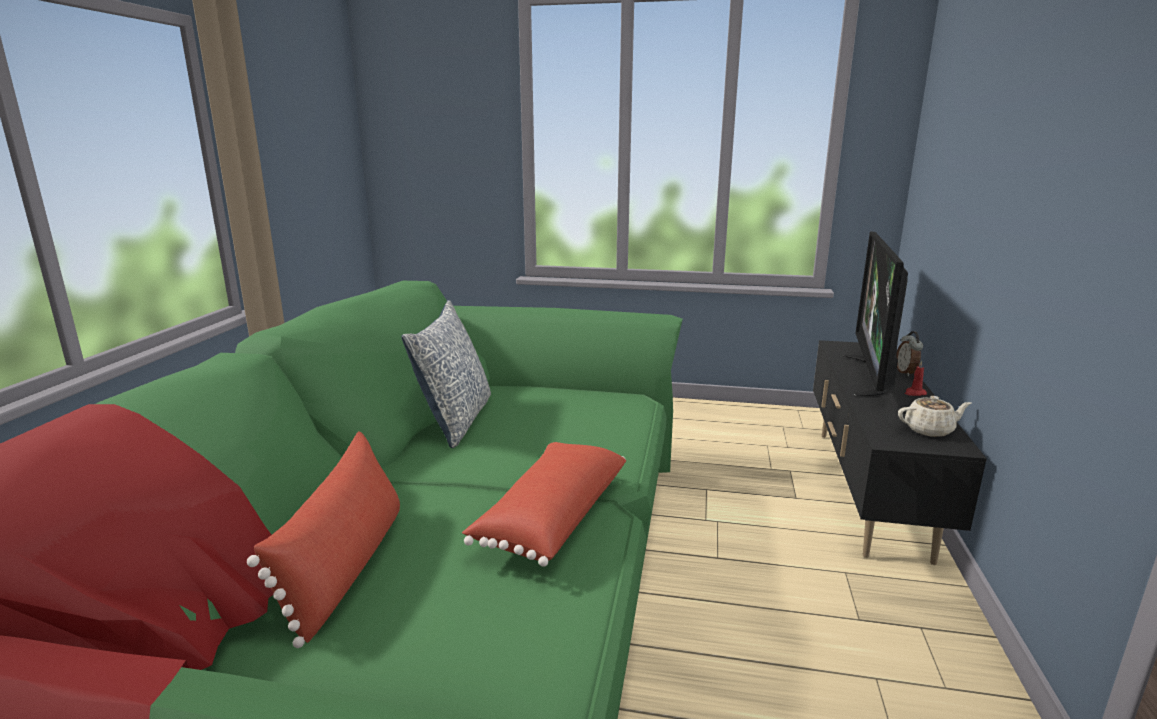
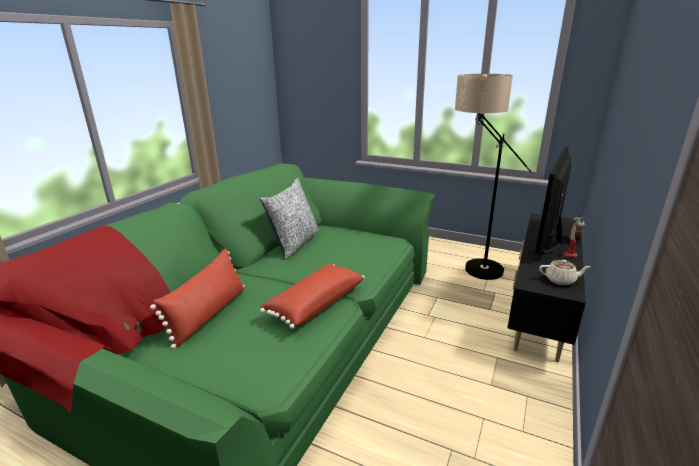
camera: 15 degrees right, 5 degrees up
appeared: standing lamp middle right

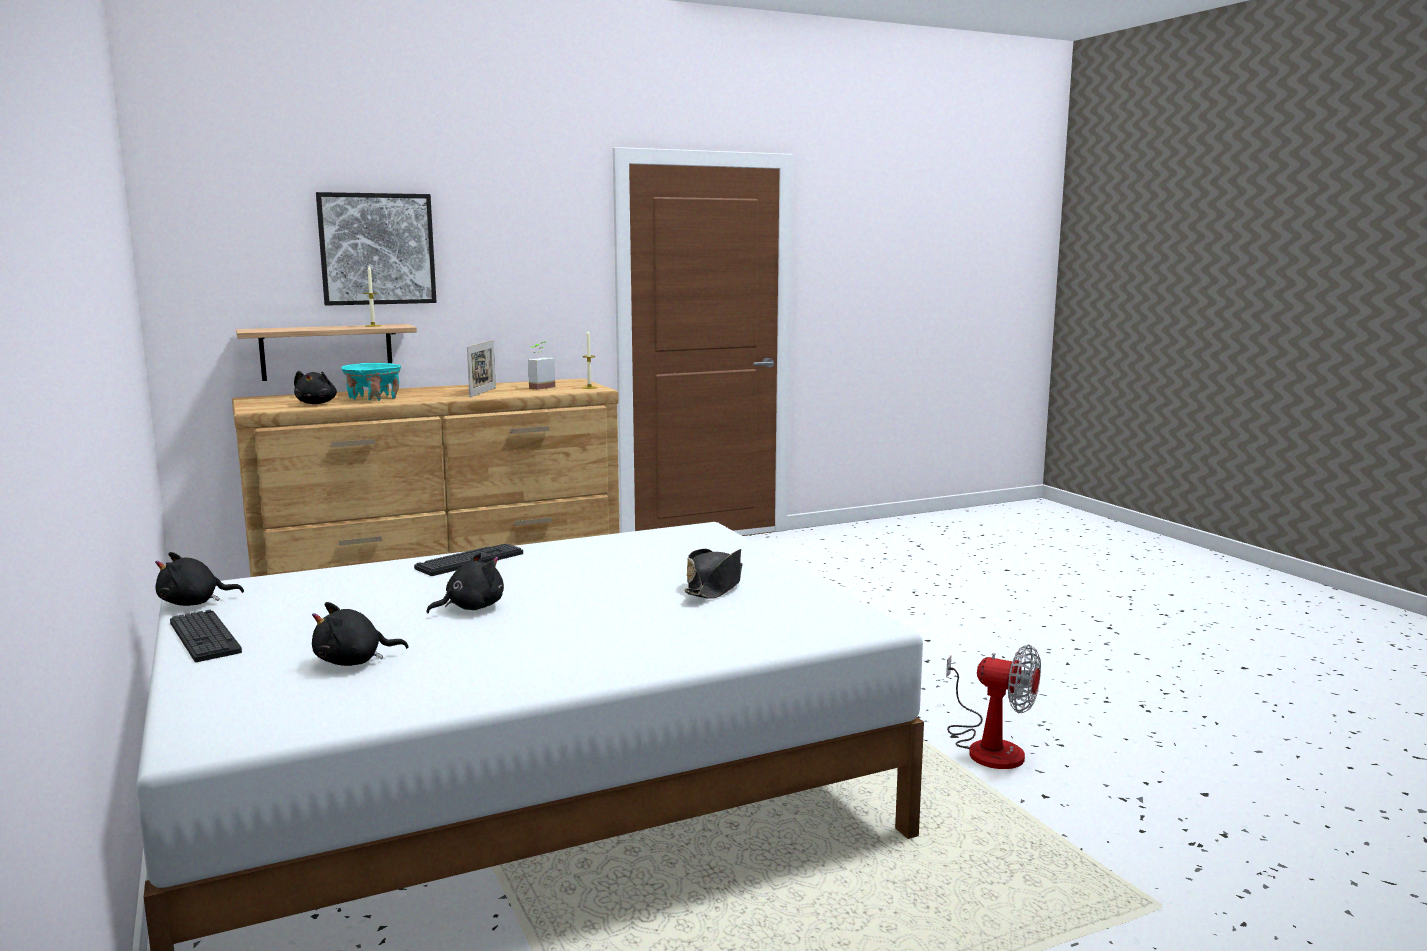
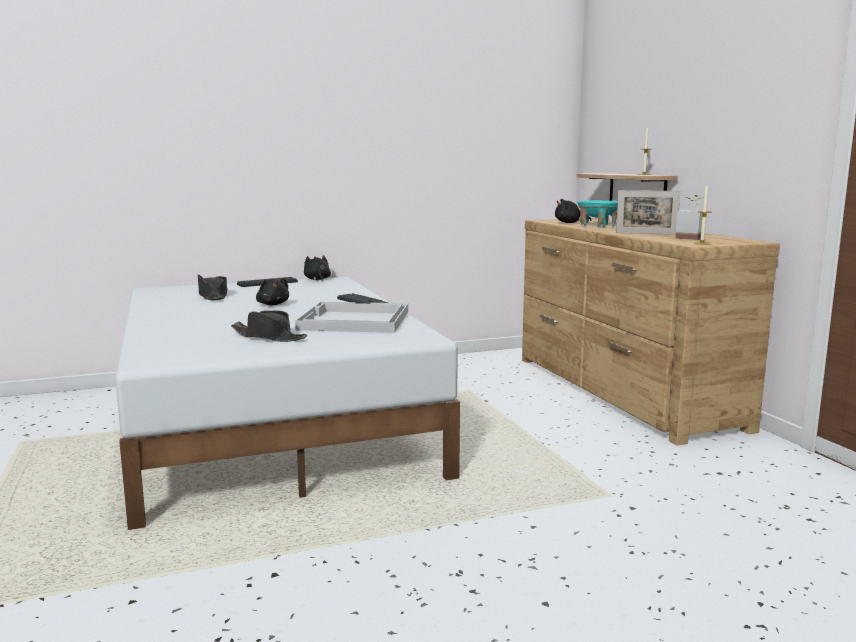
camera: 95 degrees right, 0 degrees up
missing: wall art top left; cooling fan bottom right
appeared: whitish serving tray centre
exchanged: black cuddly toy (no. 3 from left) bottom left to black wearable hat (no. 1 from left) middle left

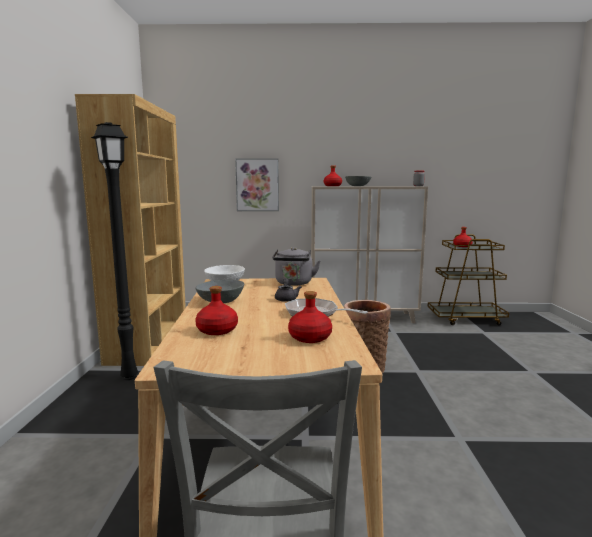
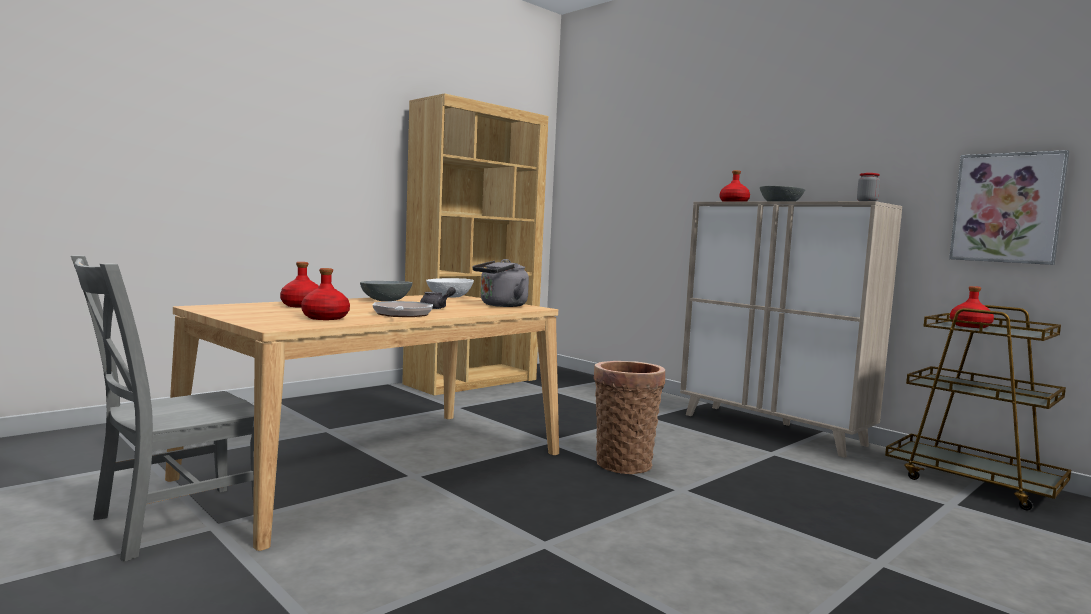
camera: 45 degrees right, 5 degrees down
missing: black standing lamp middle left
relocated: wall art centre to middle right

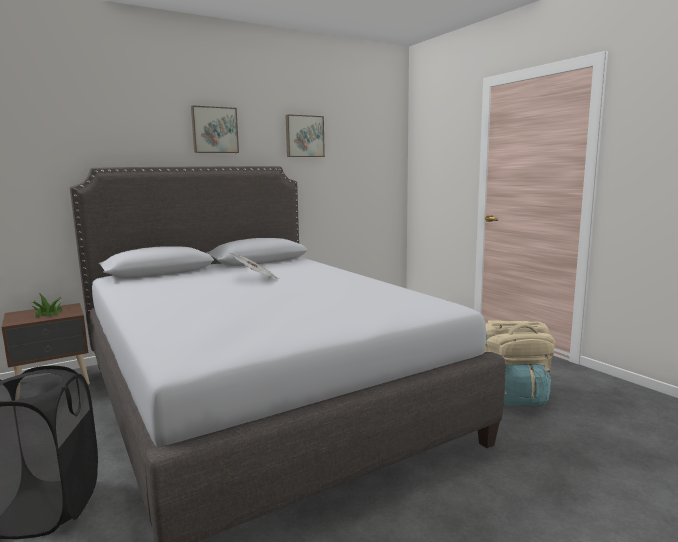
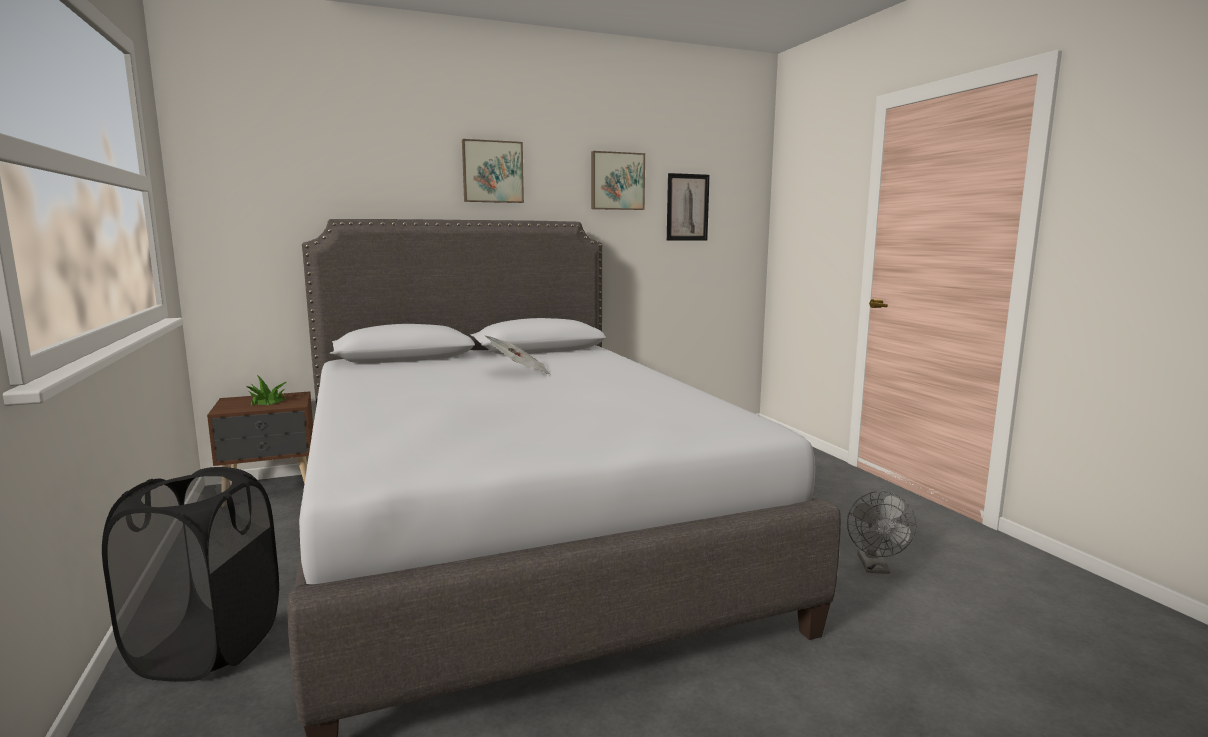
camera: 10 degrees right, 0 degrees up
appeared: wall art (no. 3 from left) top centre
exchanged: beige rucksack bottom right to greyish cooling fan bottom right

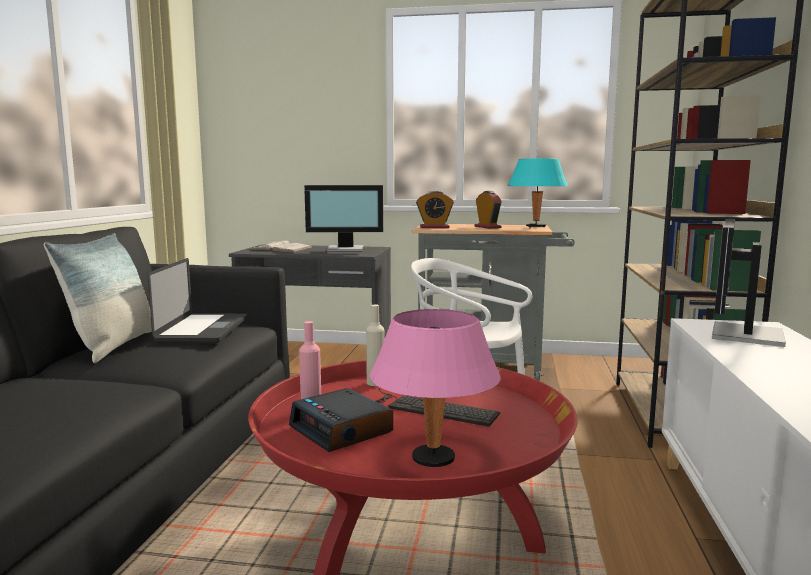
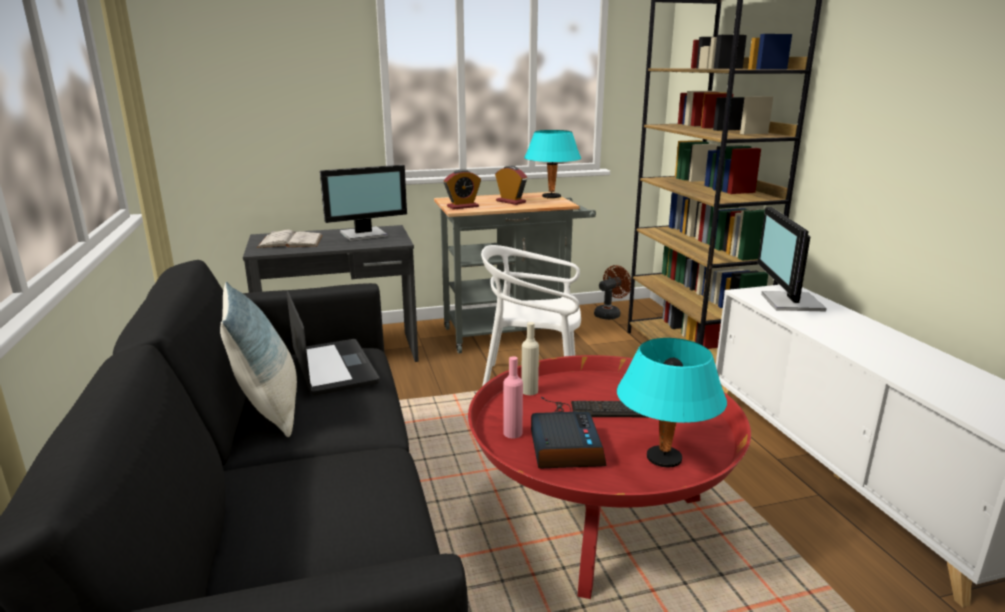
camera: 25 degrees left, 10 degrees up
appeared: brown-coloured cooling fan centre
colour: pink tabletop lamp bottom centre to turquoise tabletop lamp (no. 2 from left) middle right
spun: alarm clock (no. 1 from left in the first image) bottom centre = bottom centre 120 degrees counterclockwise

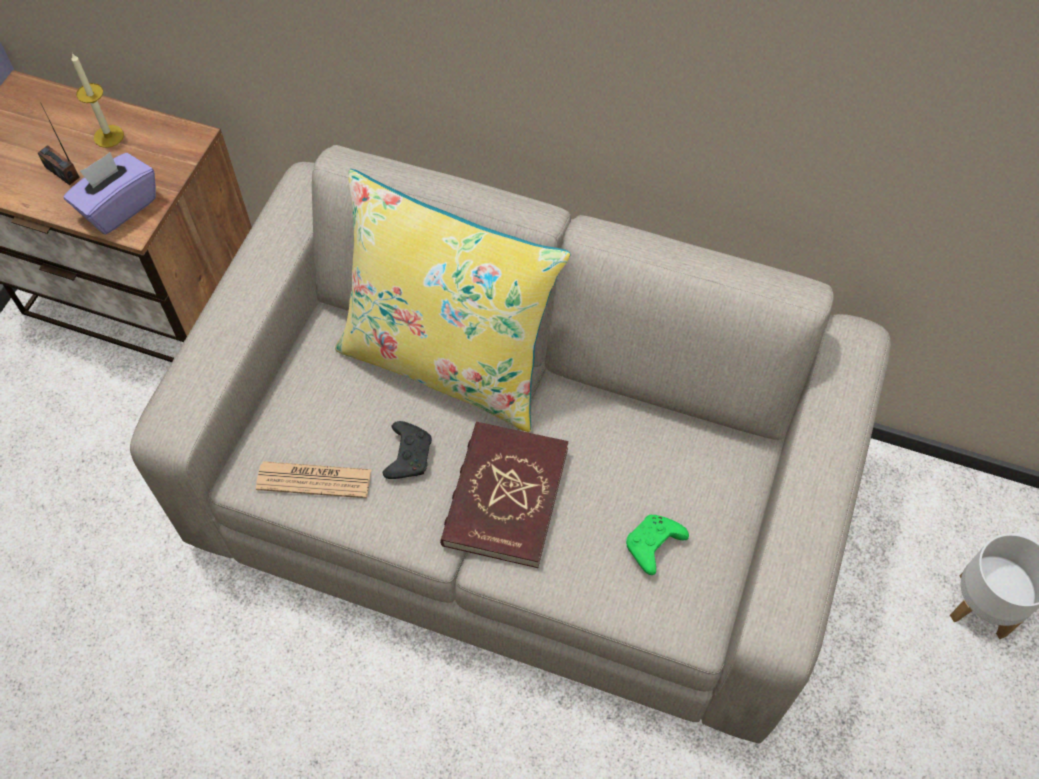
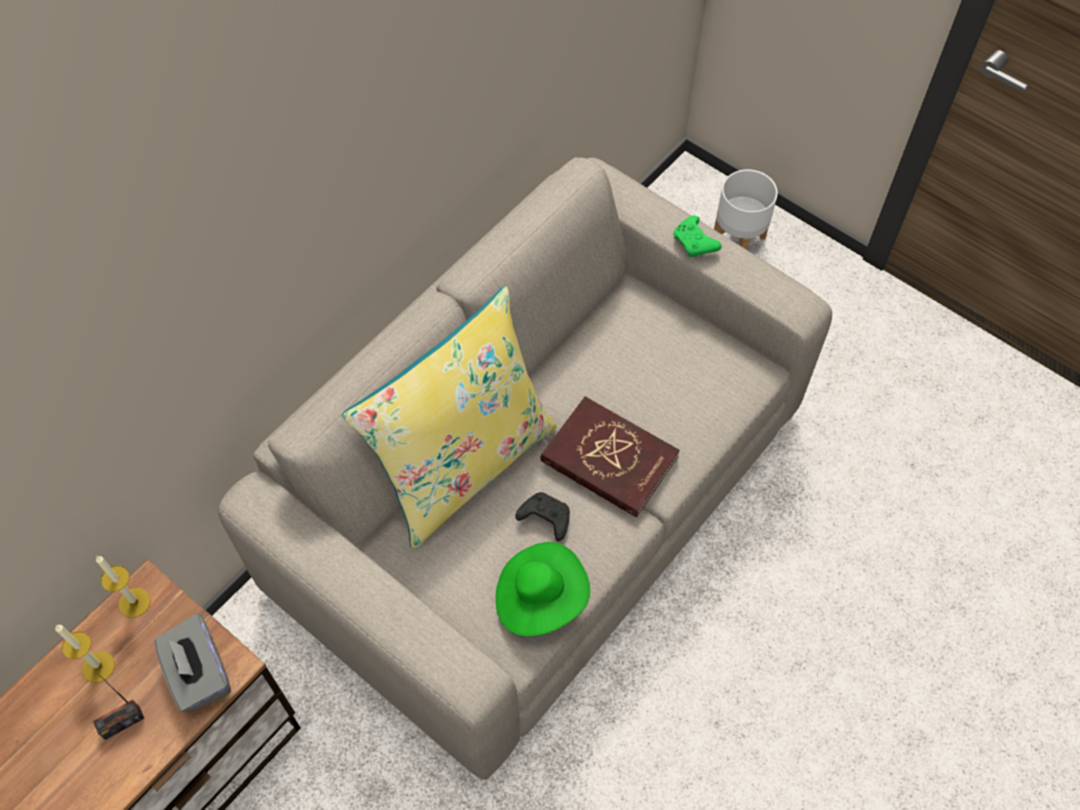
camera: 70 degrees left, 0 degrees up
appeared: candle (no. 2 from left) bottom left
relocated: greenish game controller bottom centre to top centre
exchanged: daily paper middle left to greenish wearable hat bottom centre
colour: purple-coloured tissue holder top left to greyish tissue holder bottom left

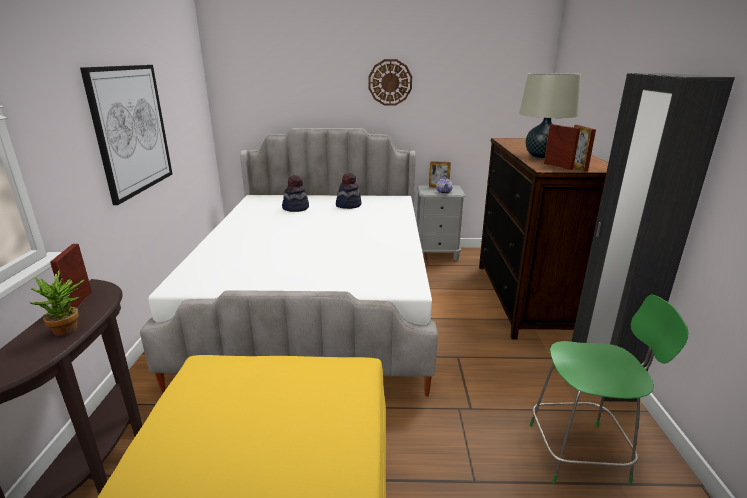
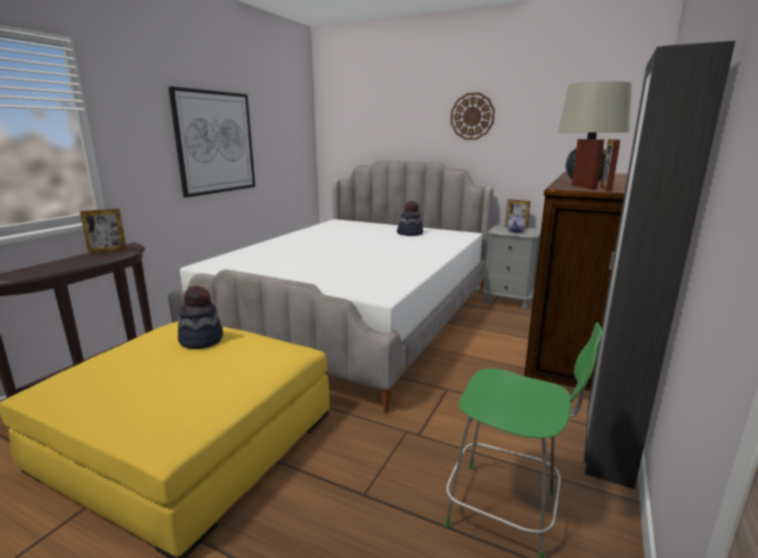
camera: 25 degrees right, 5 degrees down
missing: potted plant middle left
relocated: wearable hat (no. 1 from left) centre to middle left
spun: picture frame (no. 1 from left) middle left = middle left 135 degrees counterclockwise

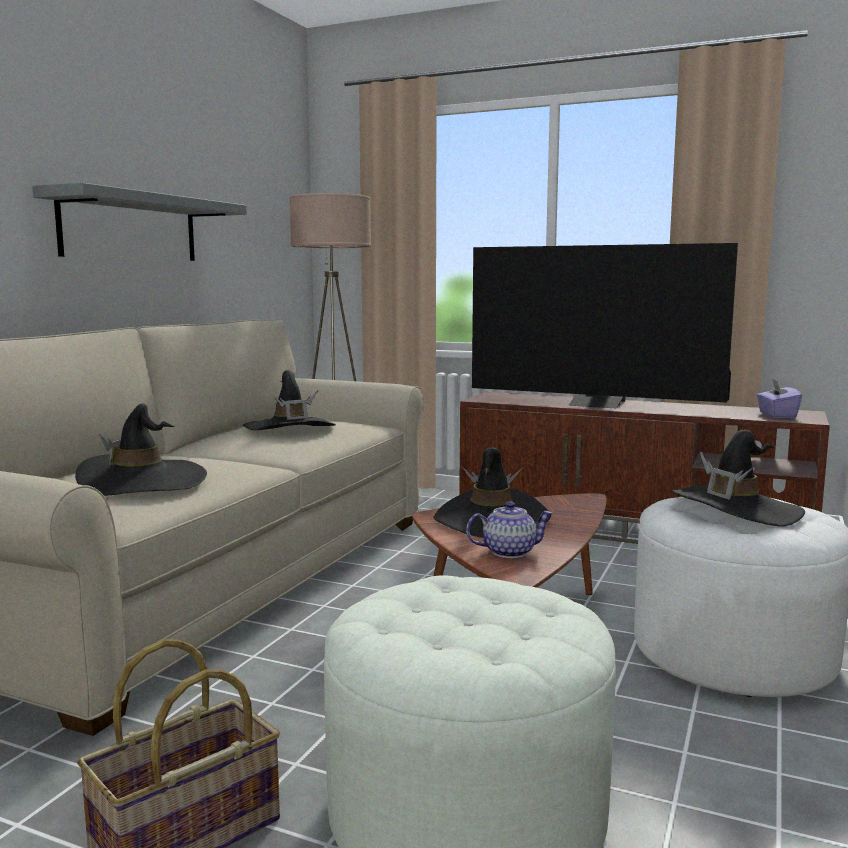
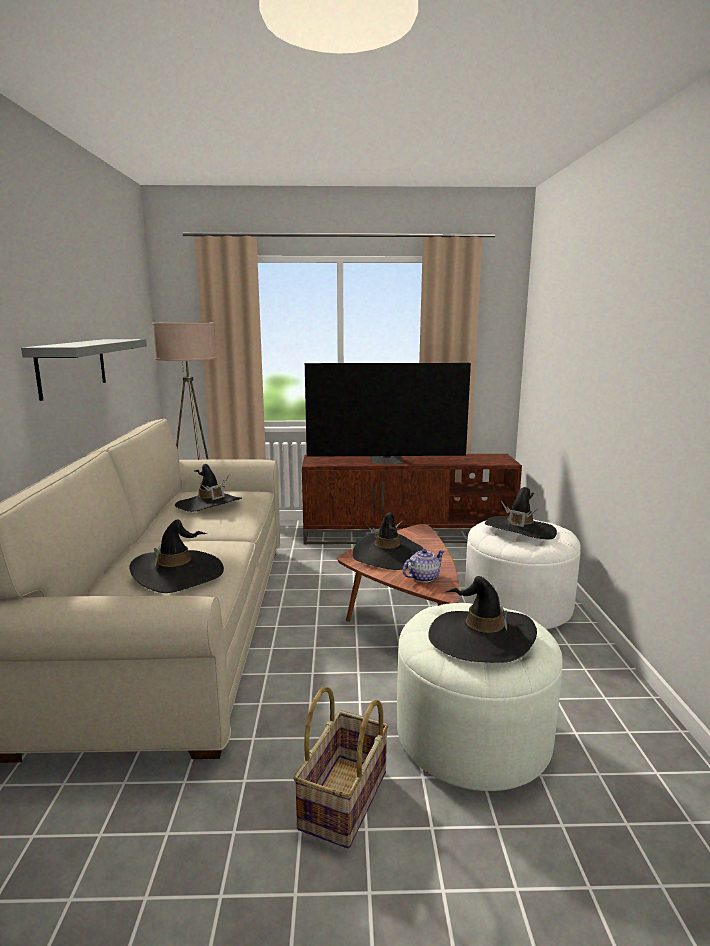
camera: 25 degrees left, 5 degrees up
missing: purple-coloured tissue holder middle right
appeared: black wearable hat (no. 4 from left) middle right

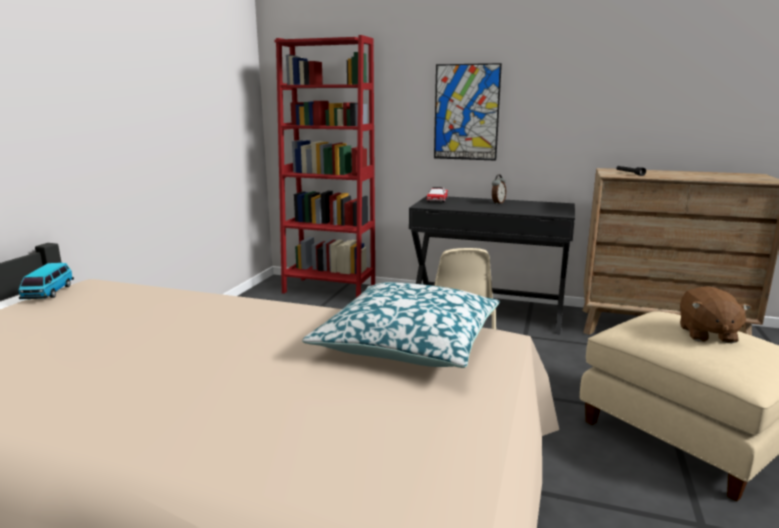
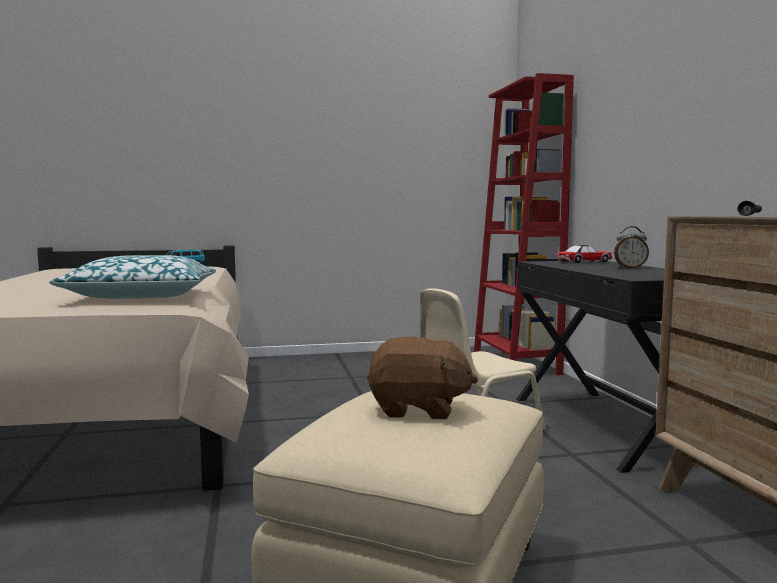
camera: 60 degrees right, 10 degrees down
missing: wall art top centre
spun: brown-coloured cuddly toy middle right = centre 150 degrees counterclockwise

